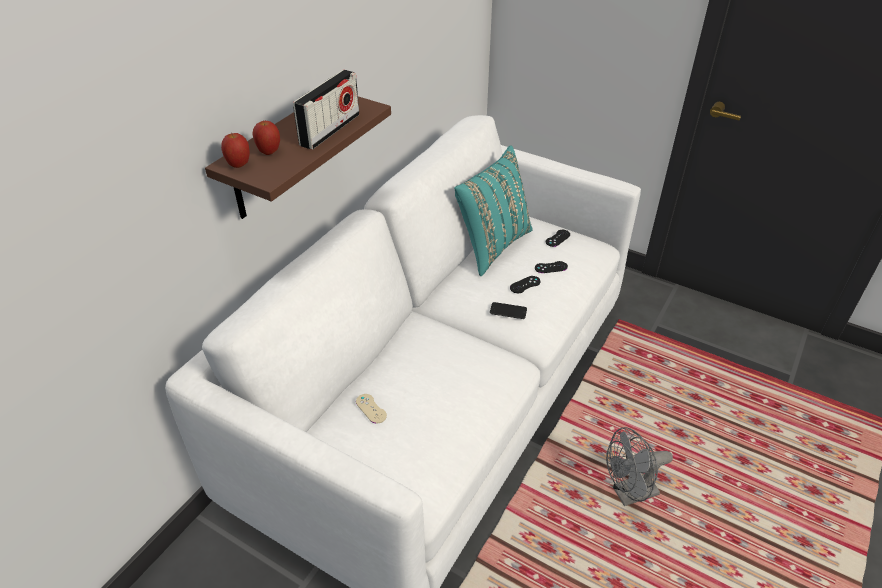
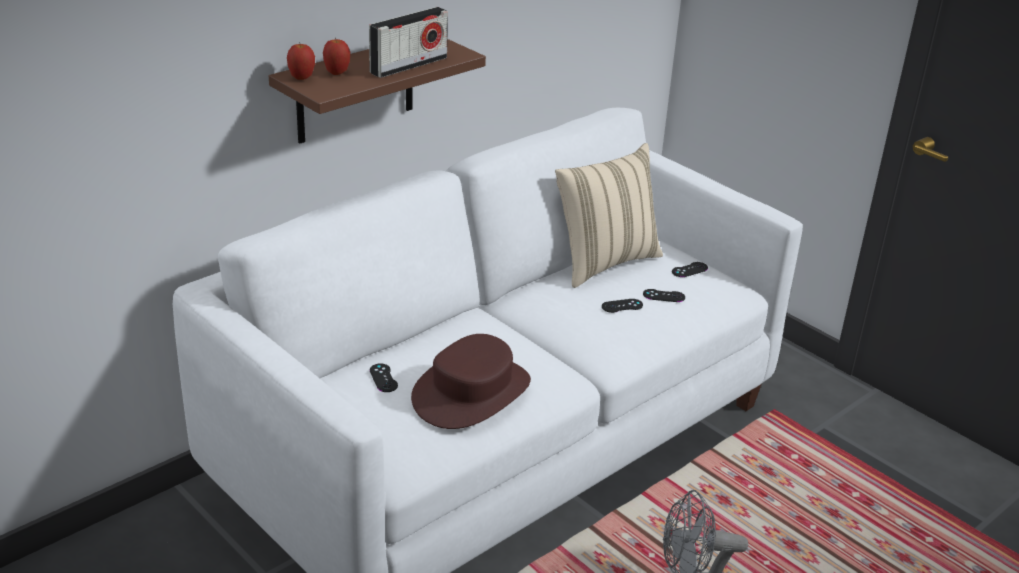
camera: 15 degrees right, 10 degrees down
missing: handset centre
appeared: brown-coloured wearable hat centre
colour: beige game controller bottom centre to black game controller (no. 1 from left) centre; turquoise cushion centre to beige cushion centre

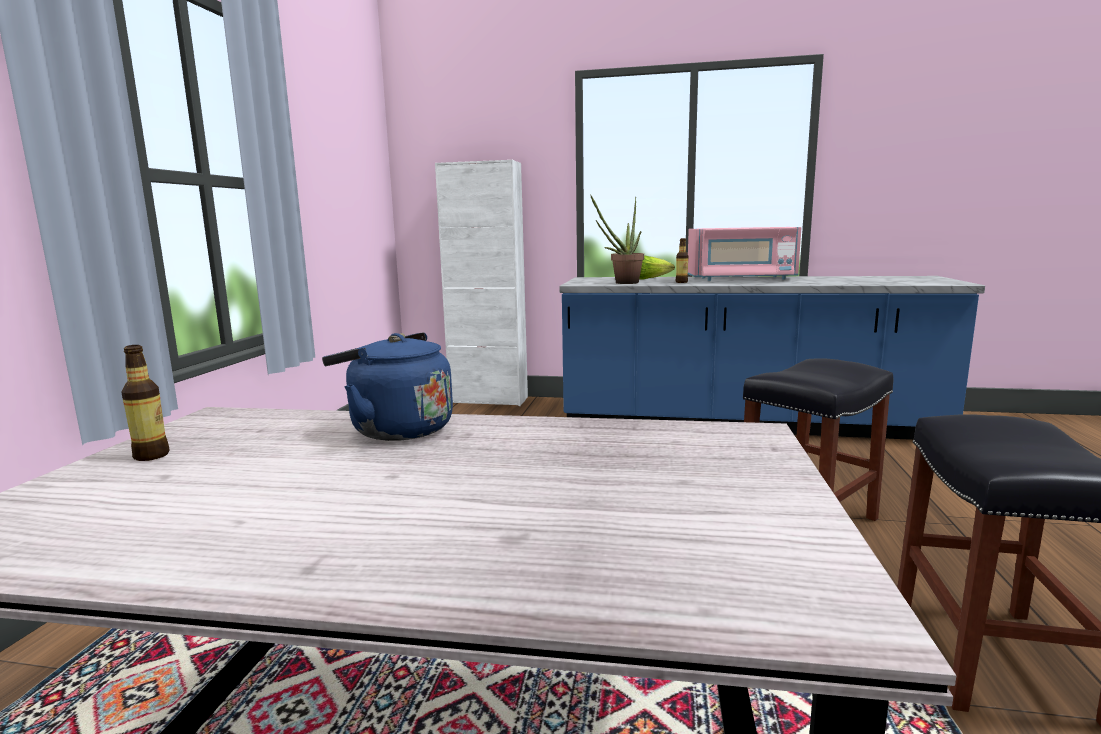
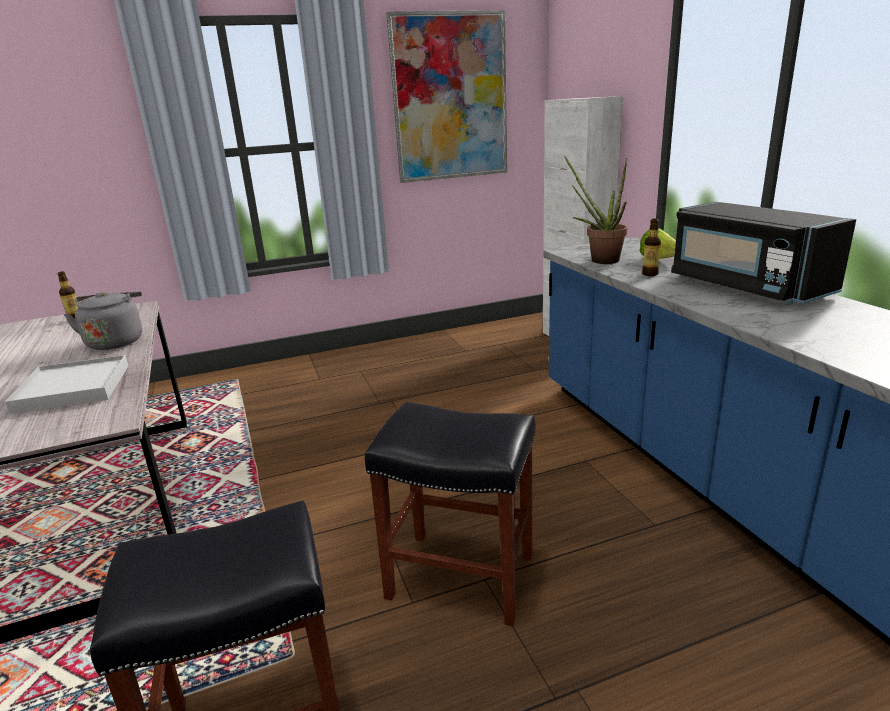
camera: 60 degrees right, 10 degrees up
appeared: whitish serving tray middle left; wall art top centre
colour: blue tea kettle centre to greyish tea kettle middle left; pink microwave middle right to black microwave middle right

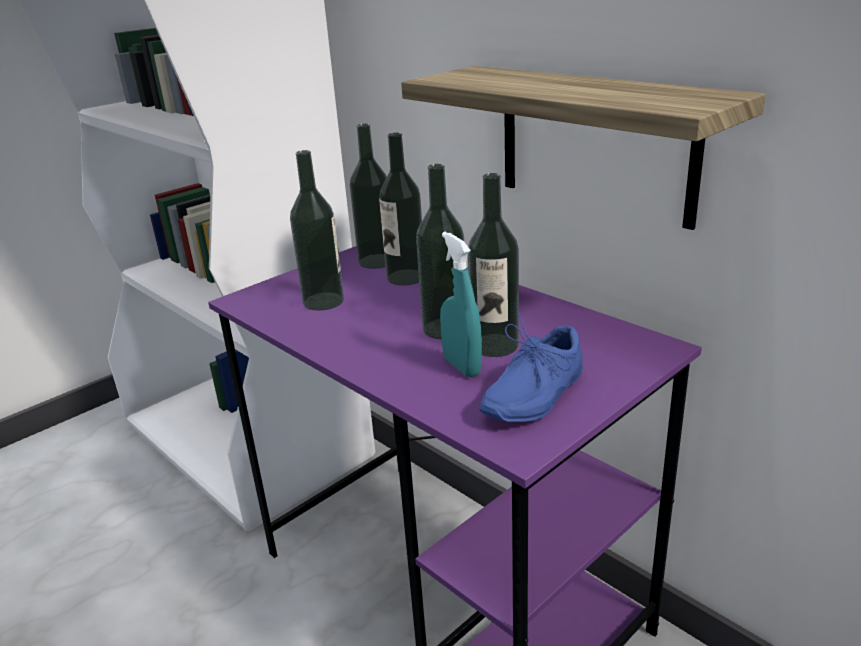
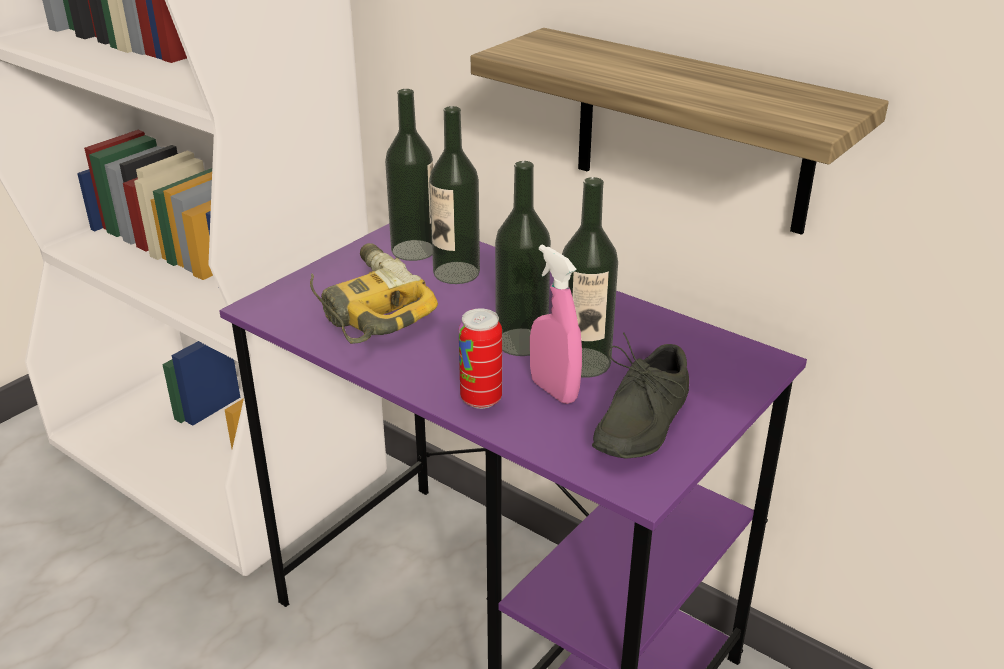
camera: 10 degrees left, 5 degrees up
appeared: sealed can centre
exchanged: beverage bottle (no. 1 from left) centre to electric drill centre
colour: turquoise sprayer centre to pink sprayer centre; blue shoe centre to greyish shoe centre

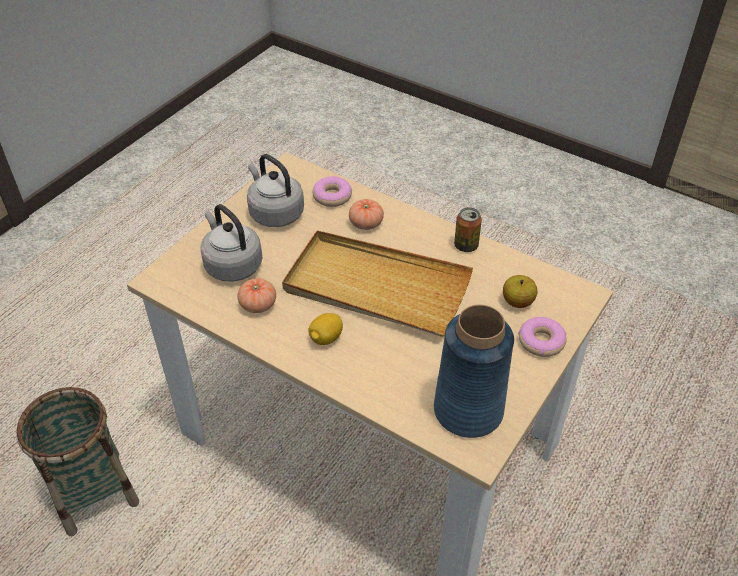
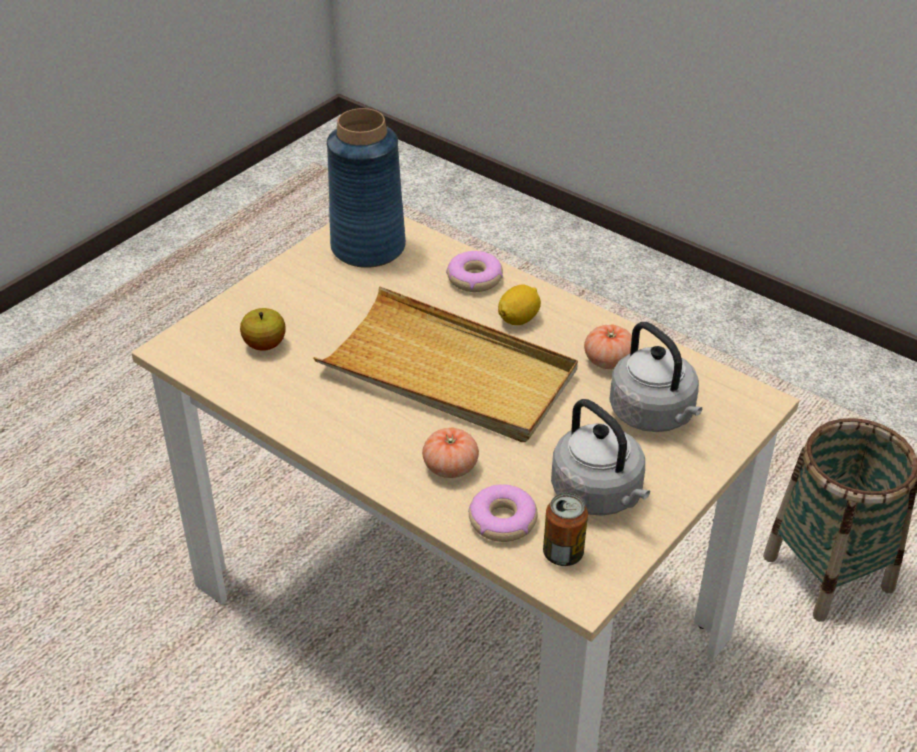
camera: 175 degrees left, 5 degrees down
relocated: ring doughnut (no. 2 from left in the first image) middle right to ring doughnut (no. 1 from left) centre; sealed can centre to bottom centre

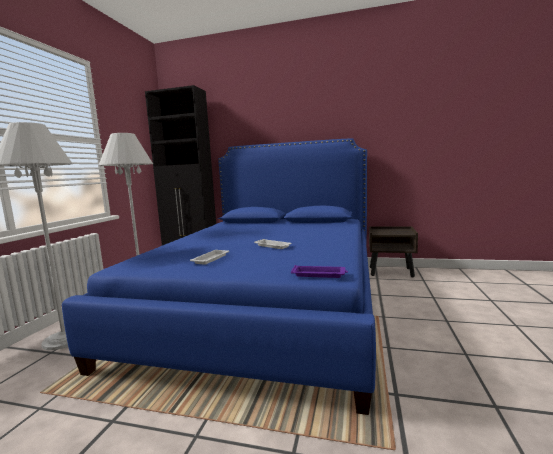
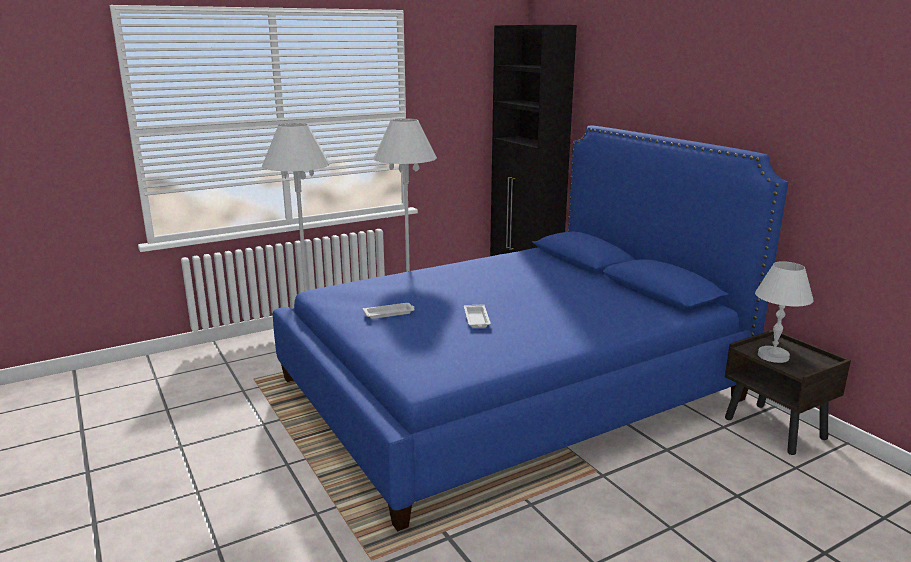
camera: 45 degrees right, 10 degrees up
missing: purple-coloured serving tray centre
appeared: whitish tabletop lamp middle right

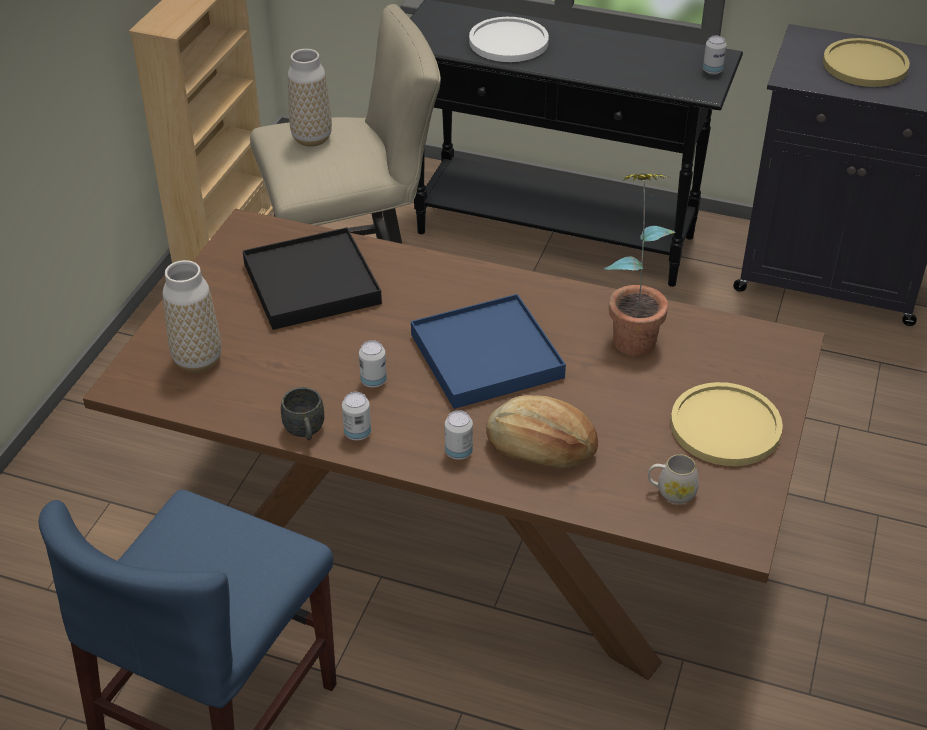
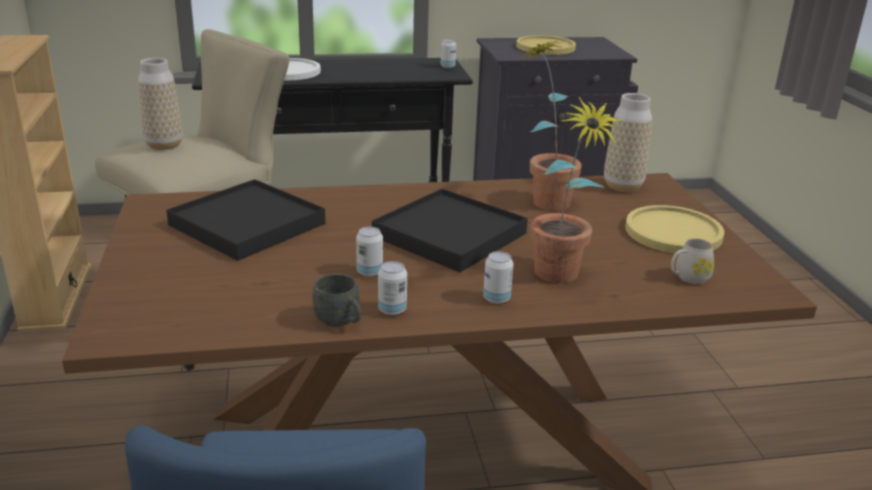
camera: 30 degrees left, 15 degrees down
relocated: decorative vase (no. 1 from left in the first image) middle left to decorative vase (no. 2 from left) top right
exchanged: baked bread centre to potted plant (no. 2 from left) centre
colour: blue serving tray centre to black serving tray (no. 2 from left) centre

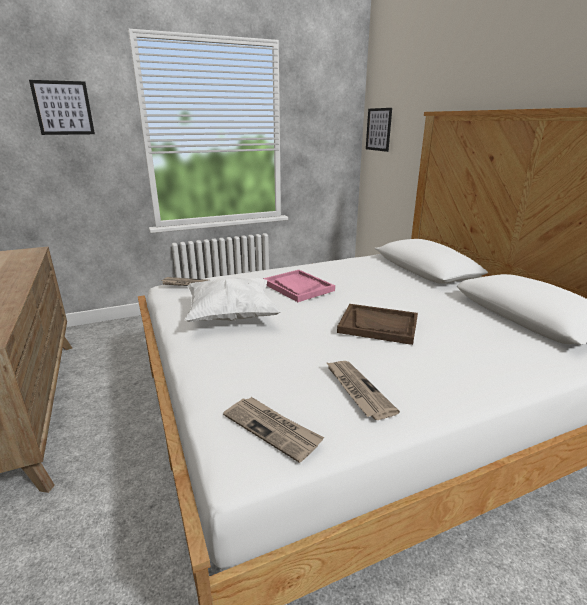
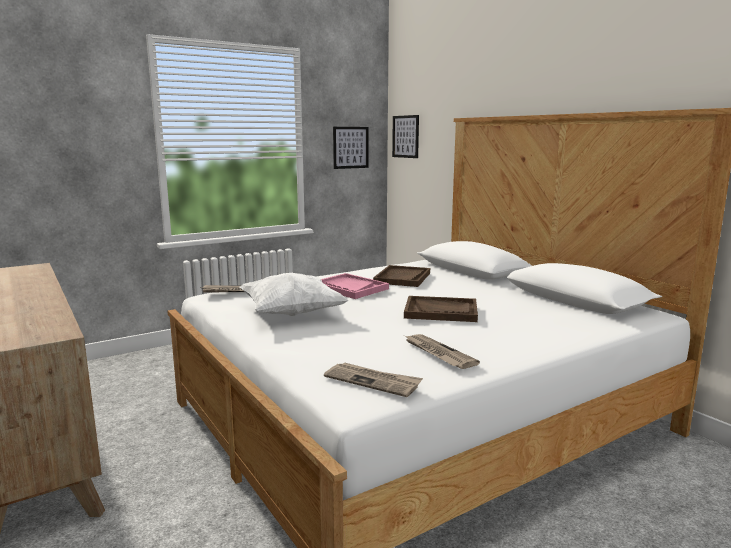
camera: 10 degrees left, 10 degrees down
appeared: brown-coloured serving tray (no. 1 from left) centre
relocated: wall art (no. 1 from left) top left to top centre

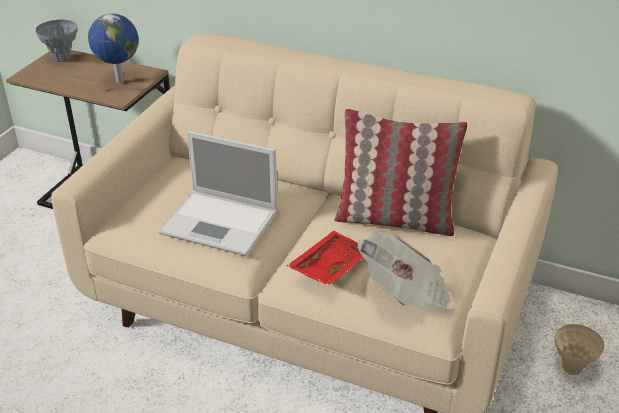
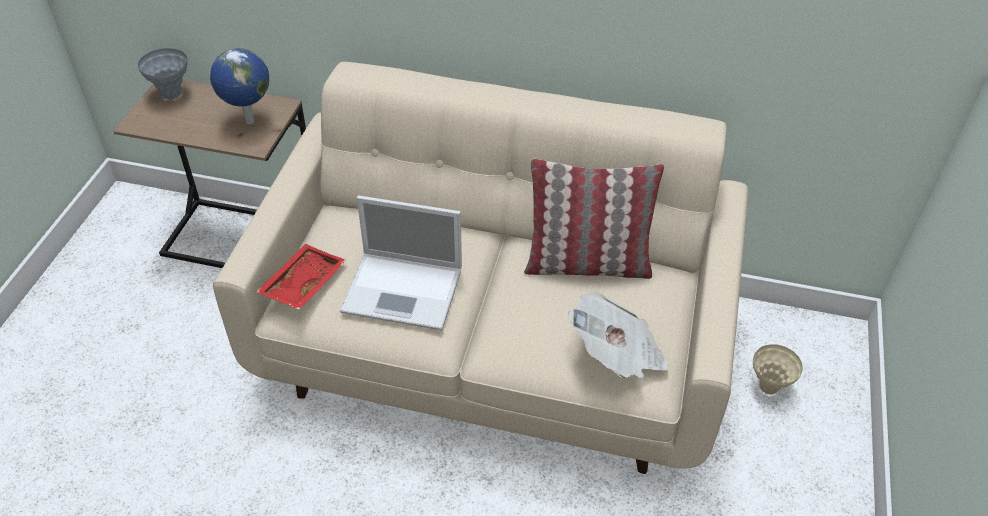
camera: 10 degrees left, 10 degrees up
relocated: reddish serving tray centre to middle left

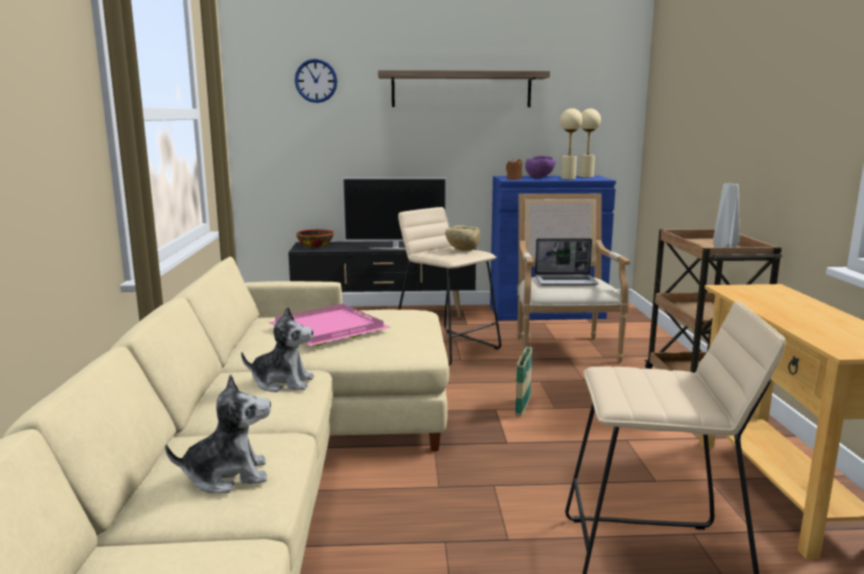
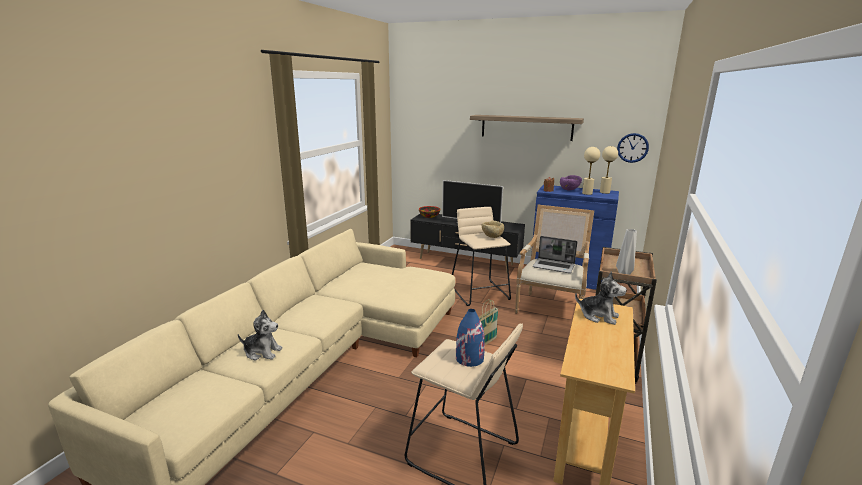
camera: 25 degrees right, 5 degrees up
missing: pink serving tray centre
appeared: blue decorative vase bottom centre
relocated: cuddly toy (no. 2 from left) middle left to middle right; hanging clock top centre to top right

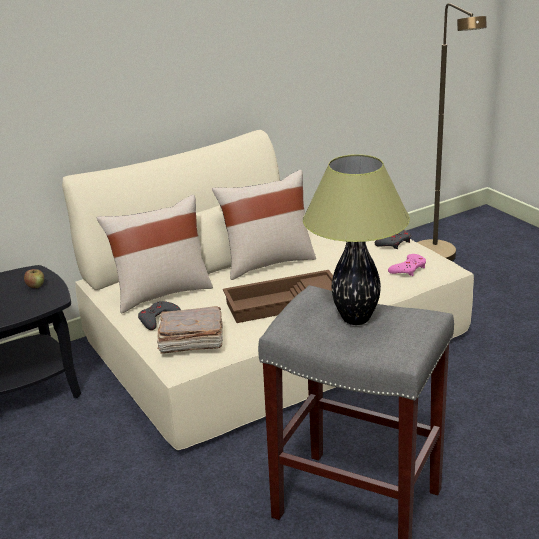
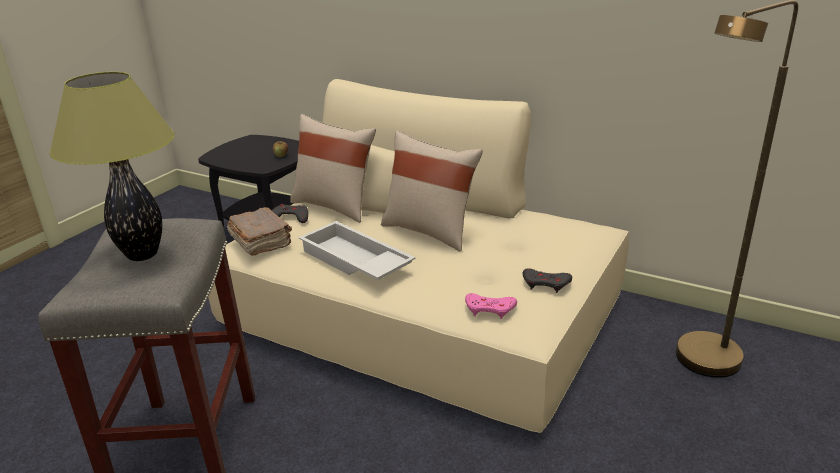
camera: 60 degrees right, 0 degrees up
colour: brown-coloured serving tray centre to whitish serving tray centre

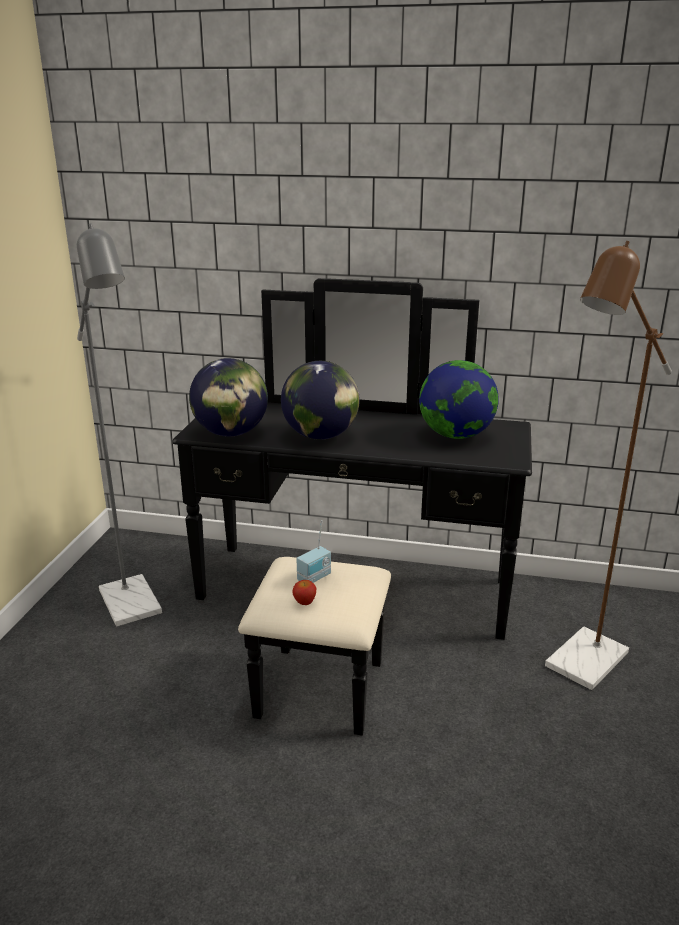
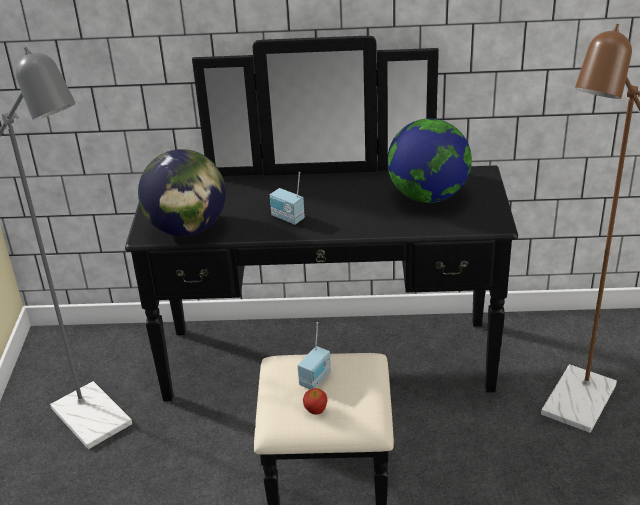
camera: 10 degrees left, 10 degrees up
exchanged: world globe (no. 2 from left) centre to radio receiver (no. 1 from left) centre

